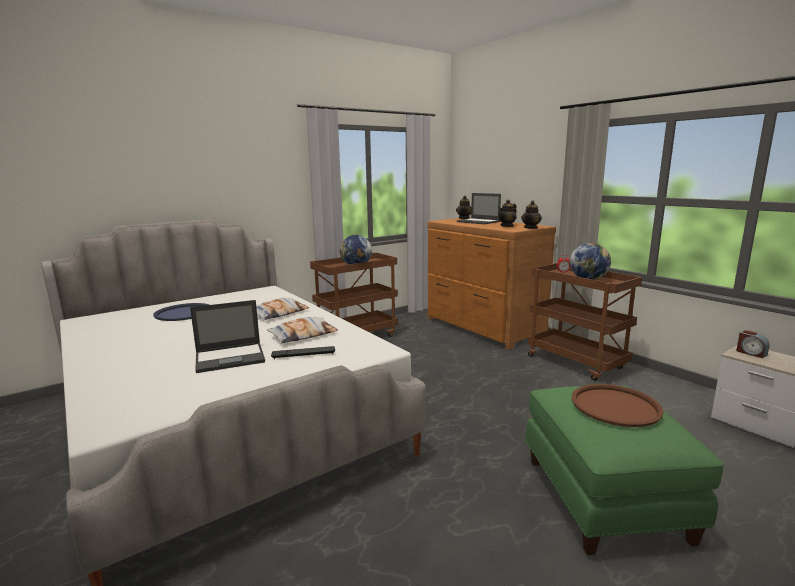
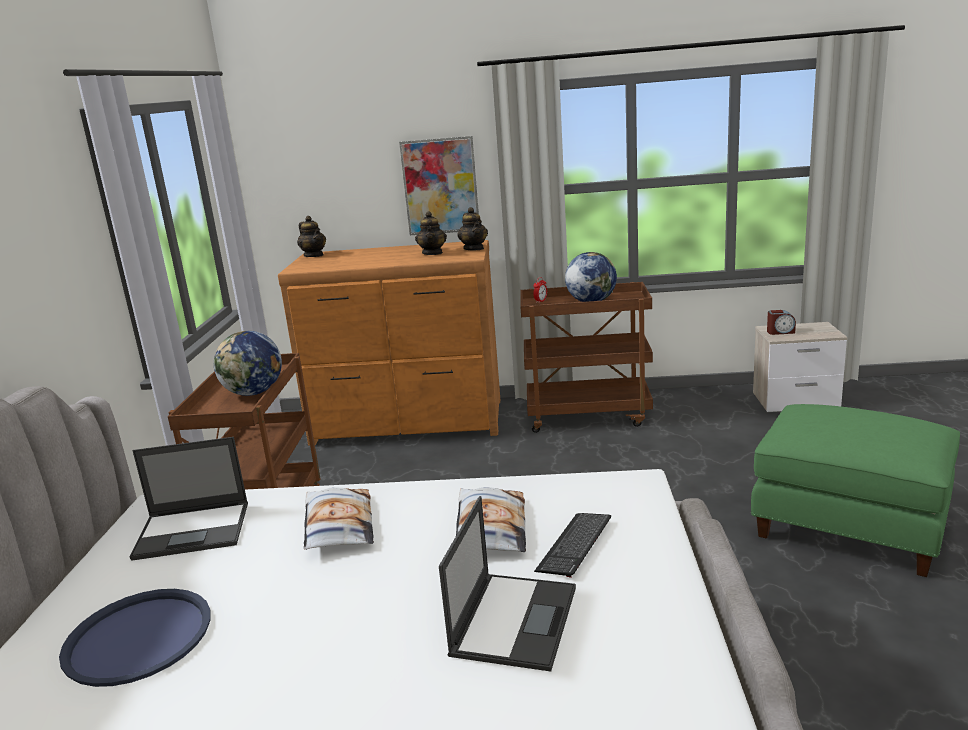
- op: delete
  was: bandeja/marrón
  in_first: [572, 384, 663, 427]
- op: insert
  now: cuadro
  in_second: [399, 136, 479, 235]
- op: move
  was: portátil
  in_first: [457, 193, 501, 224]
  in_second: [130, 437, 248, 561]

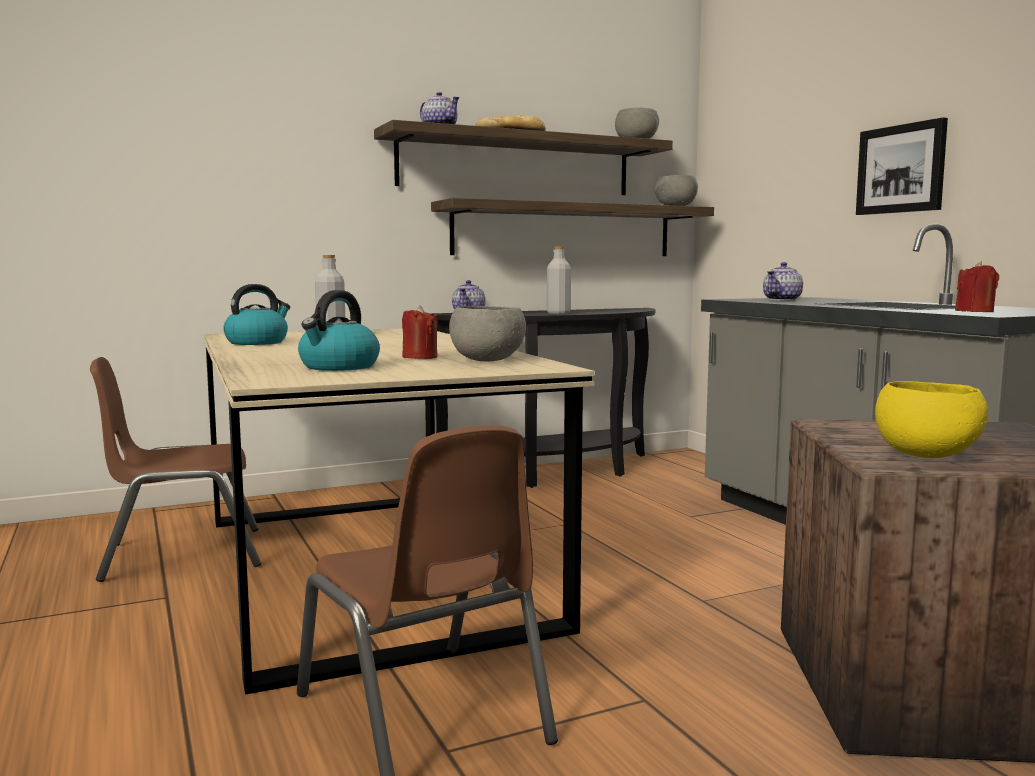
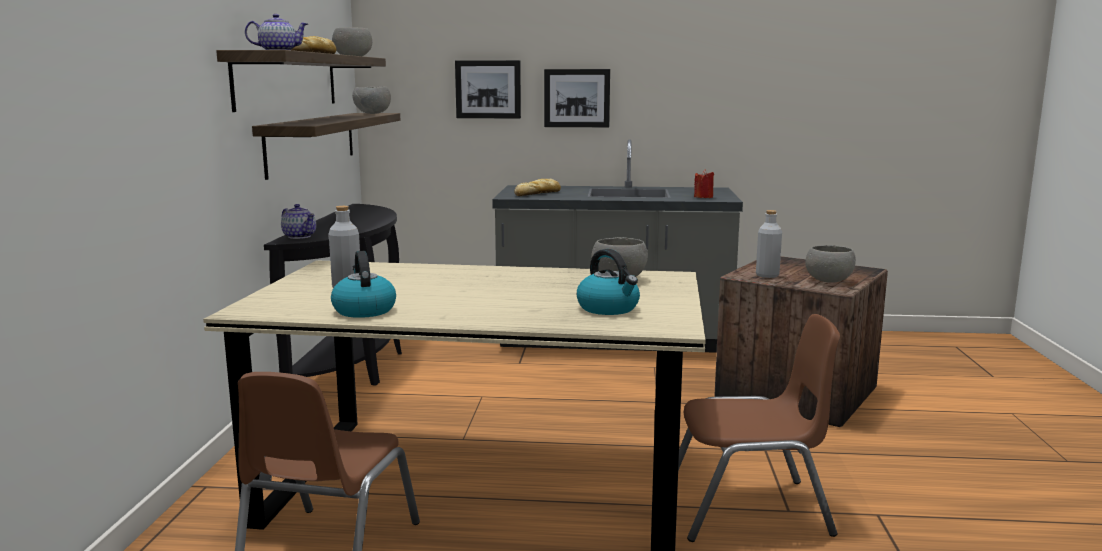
- op: delete
  was: vela/rojo
  in_first: [402, 306, 438, 359]
- op: insert
  now: cuadro
  in_second: [455, 60, 521, 118]
- op: move
  was: botella/gris
  in_first: [547, 247, 571, 314]
  in_second: [756, 210, 782, 278]
- op: replace
  was: tetera
  now: pan
  in_first: [763, 262, 803, 301]
  in_second: [514, 179, 561, 196]
- op: recolor
  was: cuenco/amarillo
  now: cuenco/gris
  in_first: [875, 381, 988, 458]
  in_second: [805, 245, 856, 283]

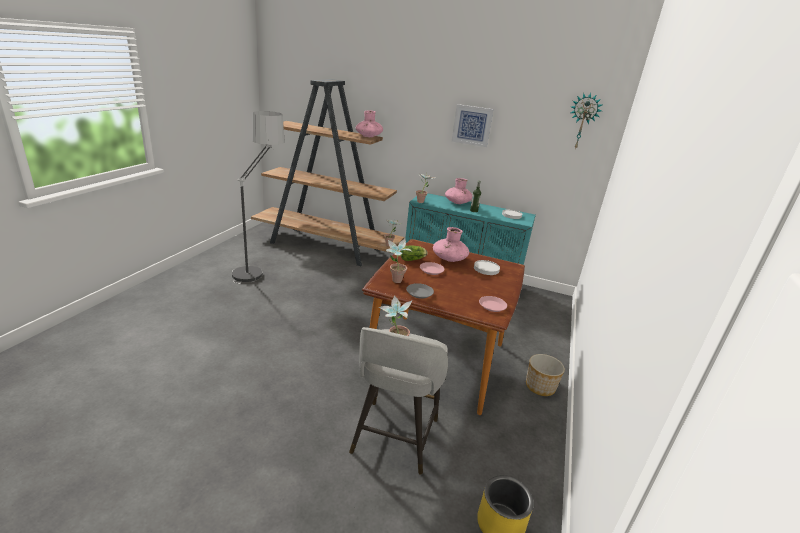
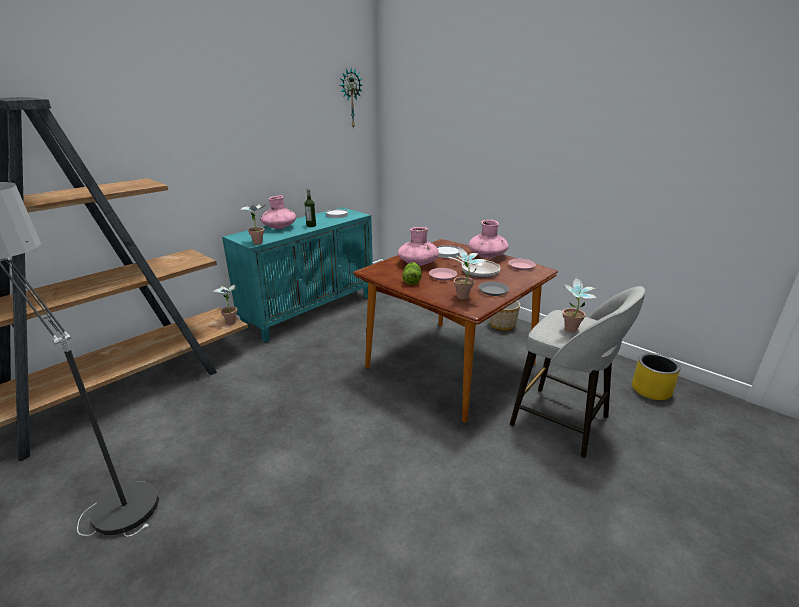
- op: delete
  was: cuadro
  in_first: [452, 104, 493, 147]
- op: insert
  now: sartén
  in_second: [447, 257, 500, 278]
- op: move
  was: florero/rosa
  in_first: [356, 110, 383, 137]
  in_second: [469, 220, 509, 258]

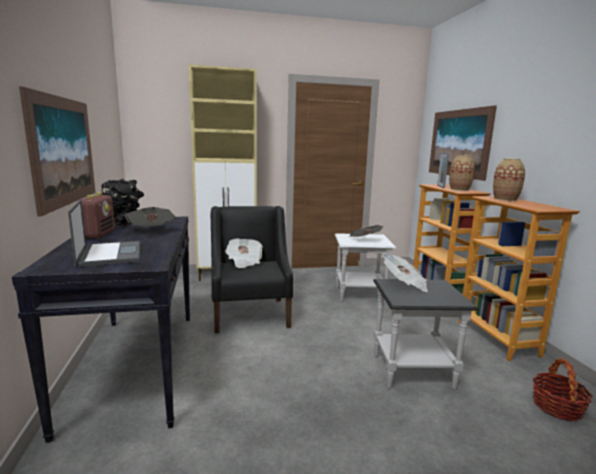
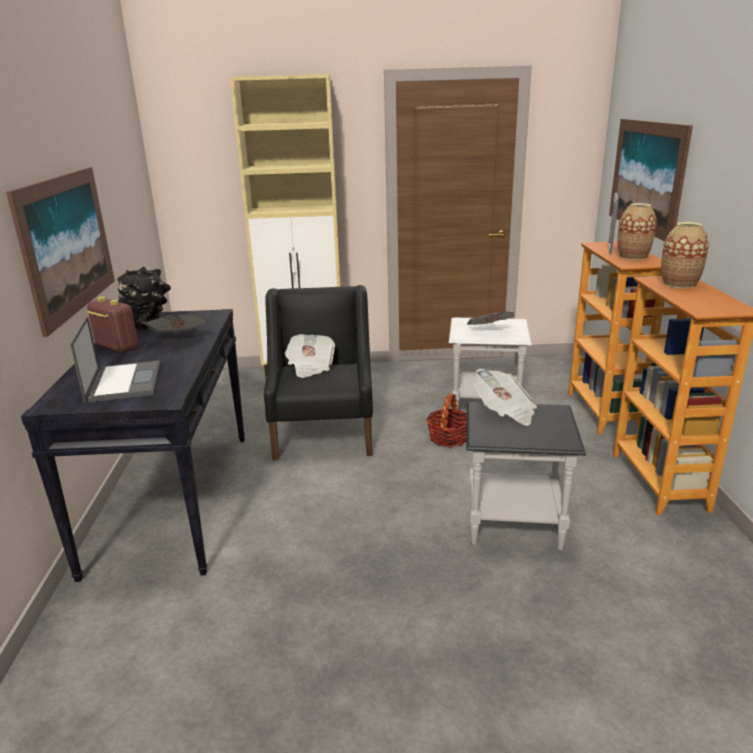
- op: move
  was: cesta
  in_first: [533, 358, 593, 421]
  in_second: [426, 394, 467, 447]
- op: rotate
  was: radio
  in_first: [81, 193, 115, 238]
  in_second: [85, 297, 138, 353]
  clockwise: -60

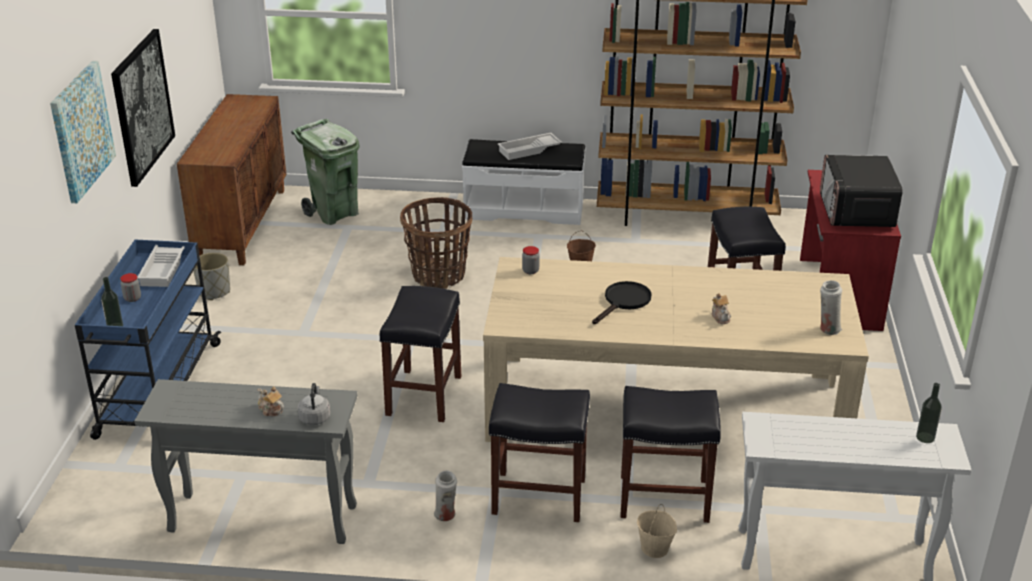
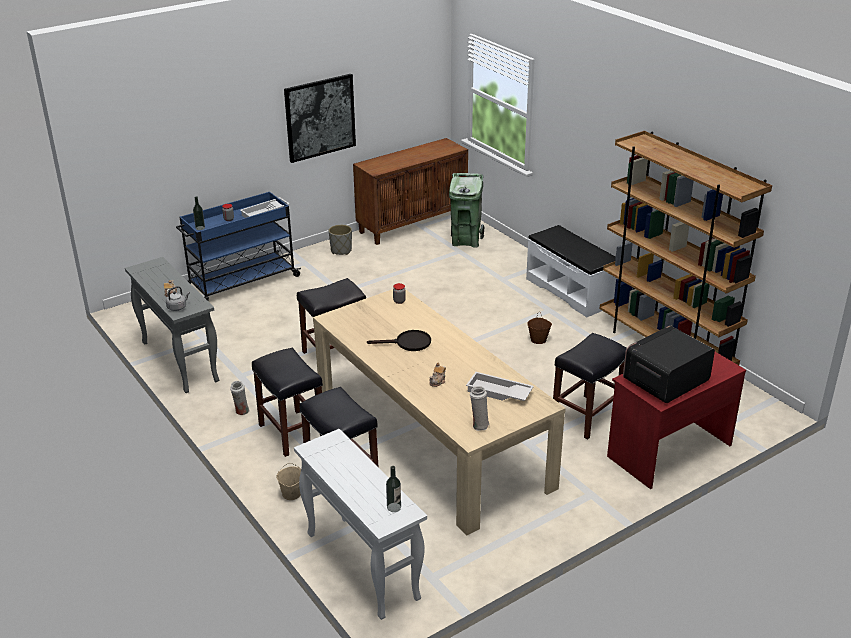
- op: delete
  was: cuadro
  in_first: [50, 61, 116, 203]
- op: delete
  was: cesta
  in_first: [400, 197, 472, 289]
- op: move
  was: bandeja/blanco
  in_first: [498, 133, 562, 160]
  in_second: [466, 372, 534, 401]

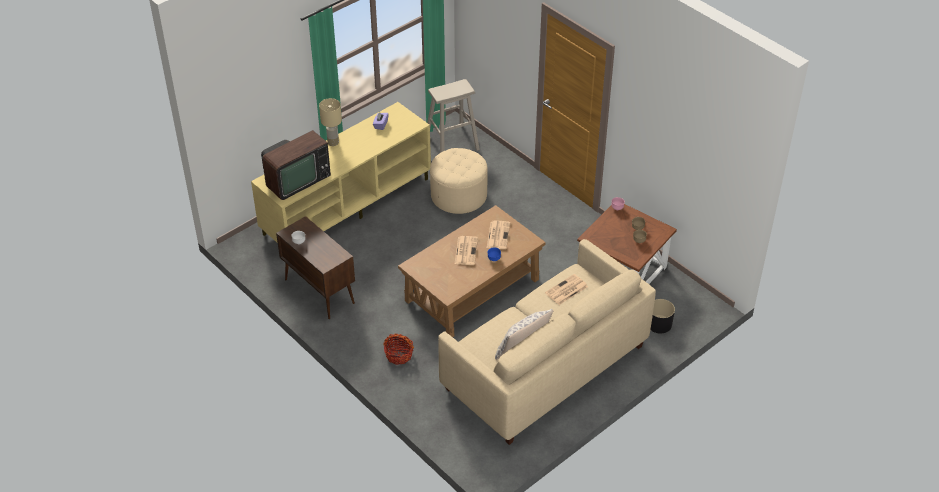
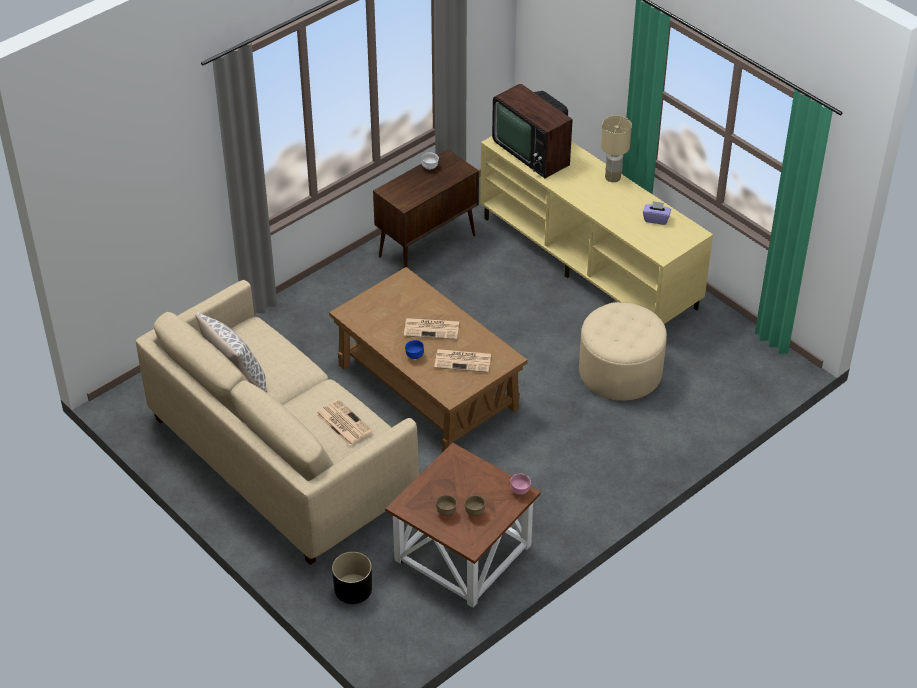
- op: delete
  was: cesta
  in_first: [383, 334, 414, 365]
- op: delete
  was: taburete/beis
  in_first: [427, 79, 480, 153]

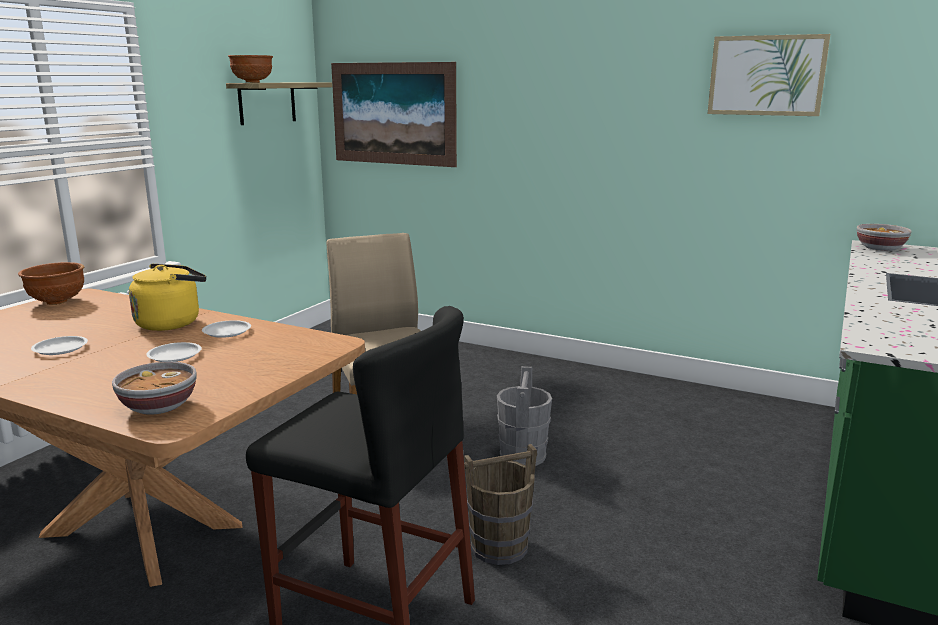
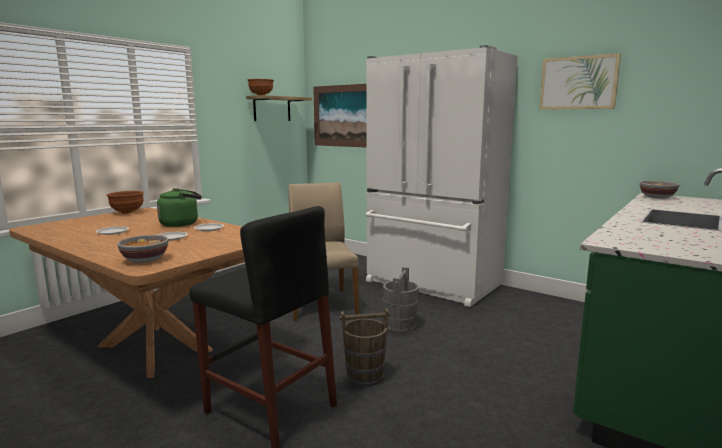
- op: insert
  now: nevera/blanco
  in_second: [366, 45, 518, 307]
- op: recolor
  was: hervidor/amarillo
  now: hervidor/verde
  in_first: [129, 264, 206, 331]
  in_second: [157, 188, 202, 227]

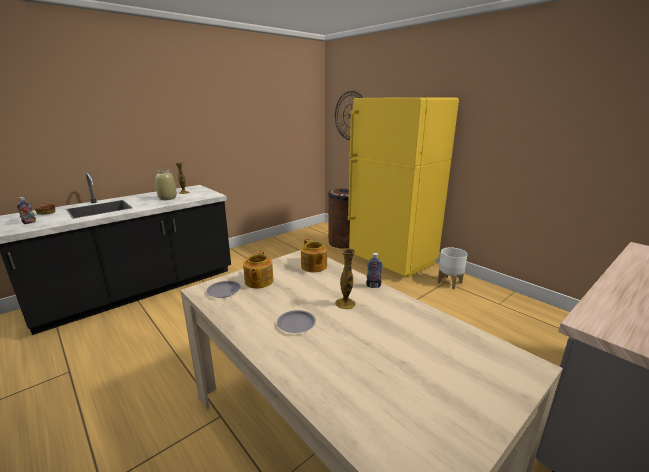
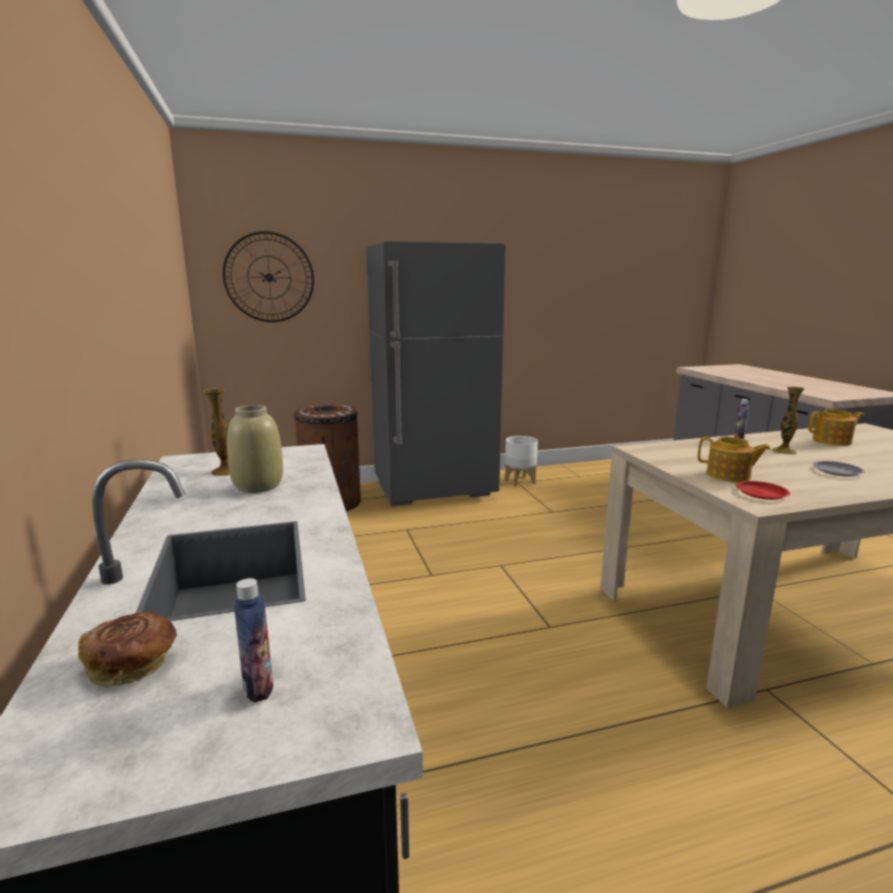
- op: move
  was: tetera
  in_first: [301, 239, 327, 272]
  in_second: [808, 409, 865, 446]
- op: recolor
  was: plato/gris
  now: plato/rojo
  in_first: [206, 281, 241, 298]
  in_second: [736, 481, 790, 500]
- op: recolor
  was: nevera/amarillo
  now: nevera/gris
  in_first: [348, 97, 459, 278]
  in_second: [366, 241, 506, 506]

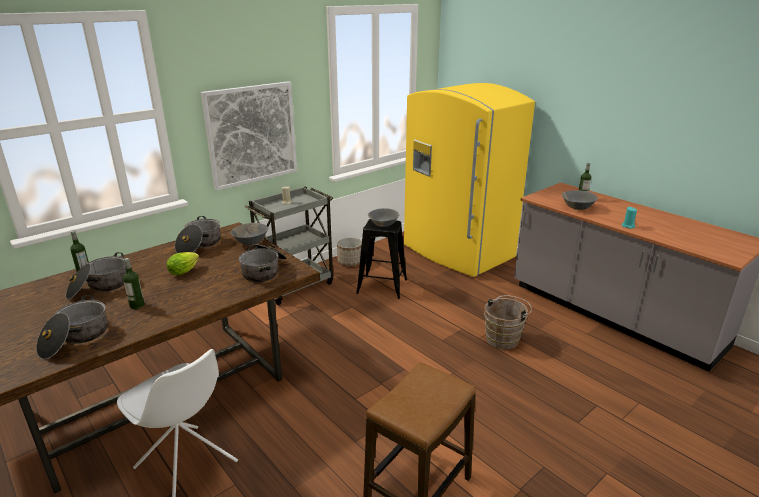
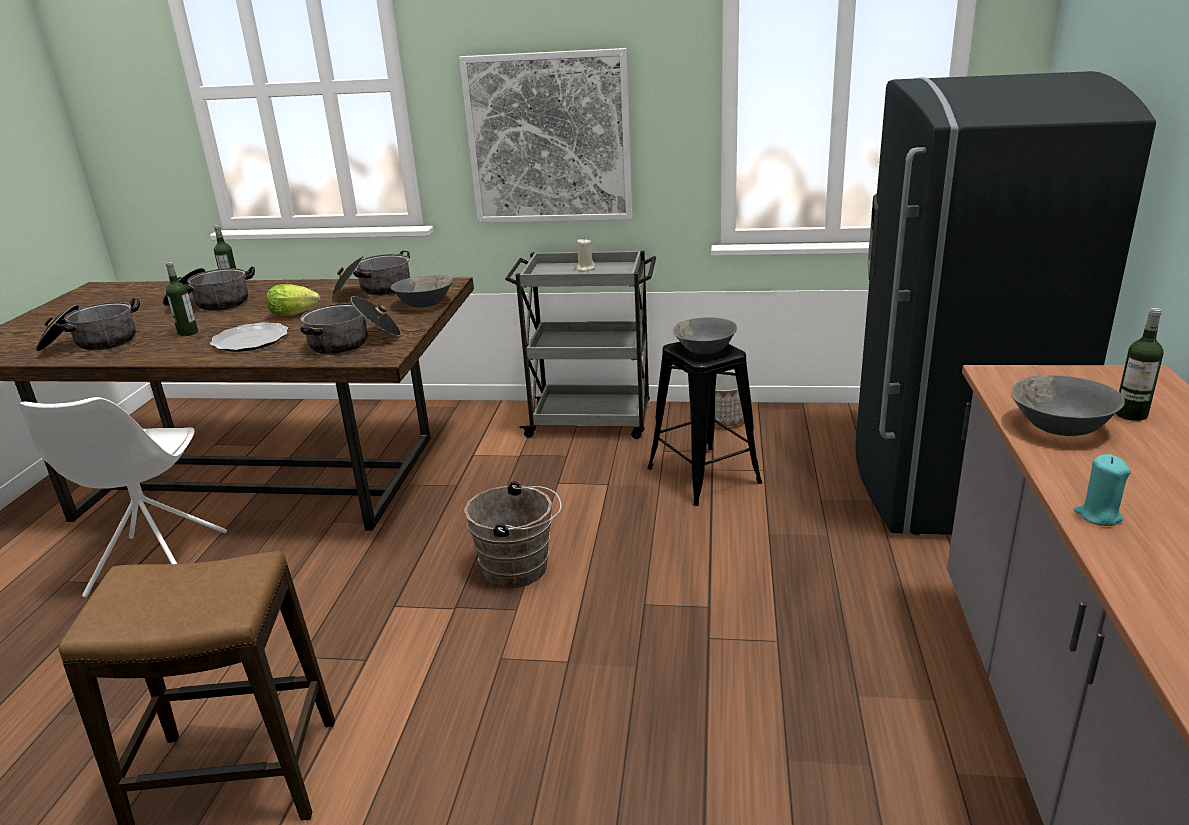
- op: insert
  now: plato
  in_second: [210, 322, 288, 352]
- op: move
  was: cubo/marrón
  in_first: [484, 295, 532, 350]
  in_second: [464, 481, 562, 588]
- op: recolor
  was: nevera/amarillo
  now: nevera/gris
  in_first: [404, 83, 535, 277]
  in_second: [855, 71, 1156, 535]

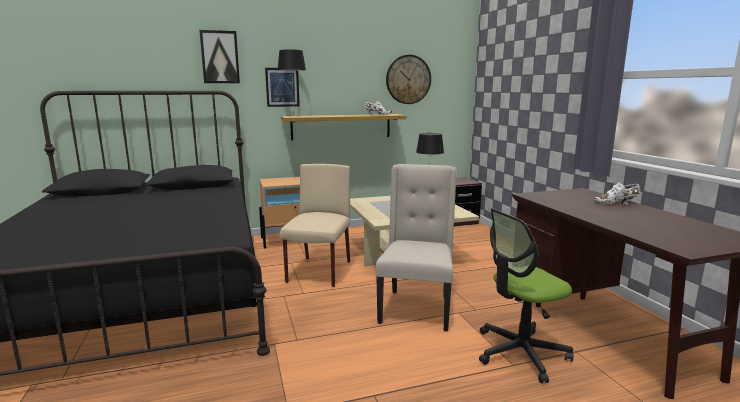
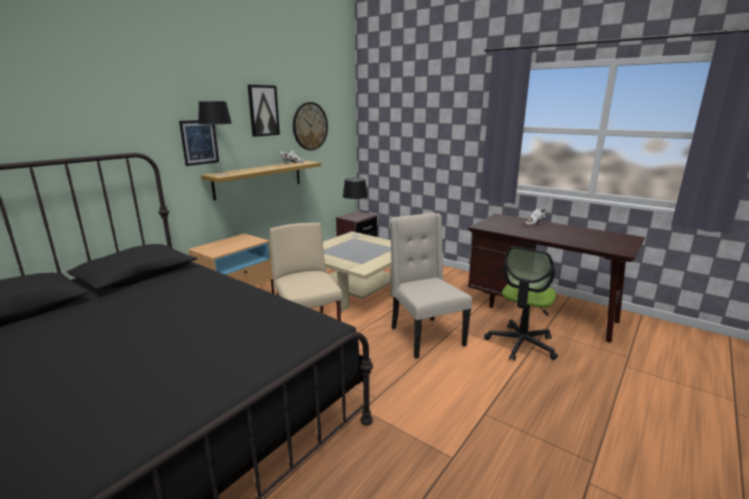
- op: move
  was: cuadro
  in_first: [199, 30, 240, 83]
  in_second: [248, 85, 280, 137]

